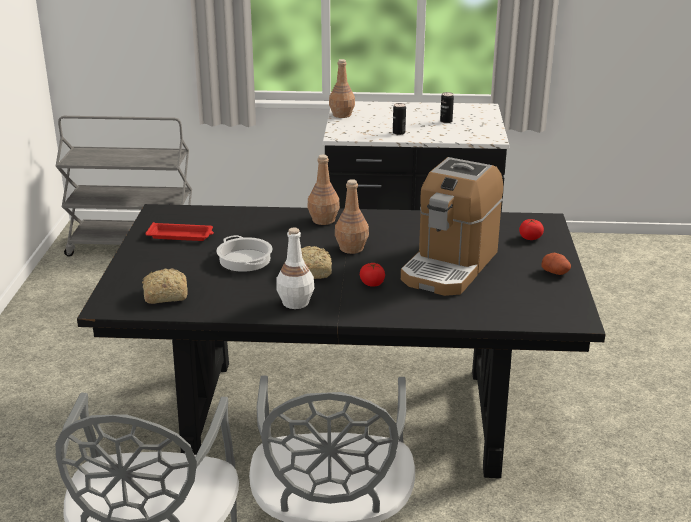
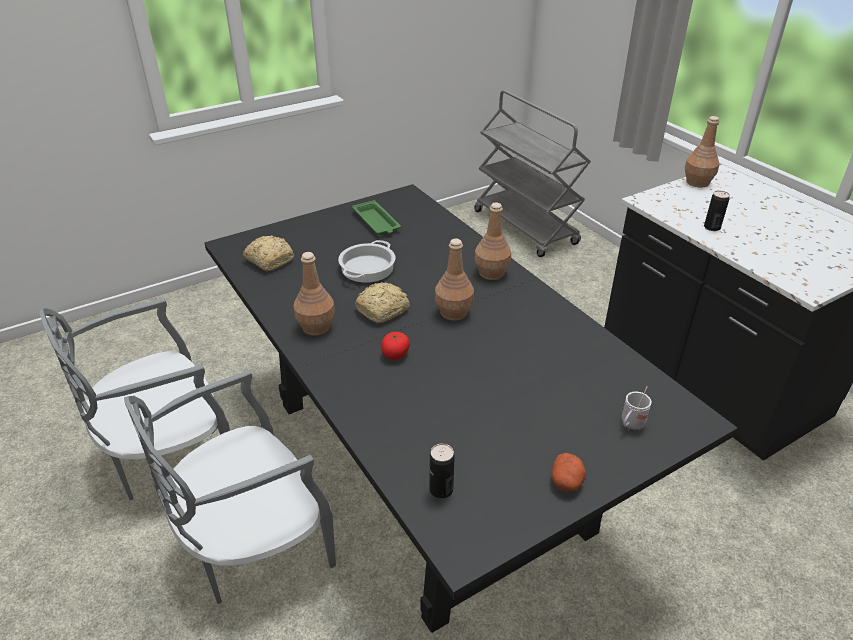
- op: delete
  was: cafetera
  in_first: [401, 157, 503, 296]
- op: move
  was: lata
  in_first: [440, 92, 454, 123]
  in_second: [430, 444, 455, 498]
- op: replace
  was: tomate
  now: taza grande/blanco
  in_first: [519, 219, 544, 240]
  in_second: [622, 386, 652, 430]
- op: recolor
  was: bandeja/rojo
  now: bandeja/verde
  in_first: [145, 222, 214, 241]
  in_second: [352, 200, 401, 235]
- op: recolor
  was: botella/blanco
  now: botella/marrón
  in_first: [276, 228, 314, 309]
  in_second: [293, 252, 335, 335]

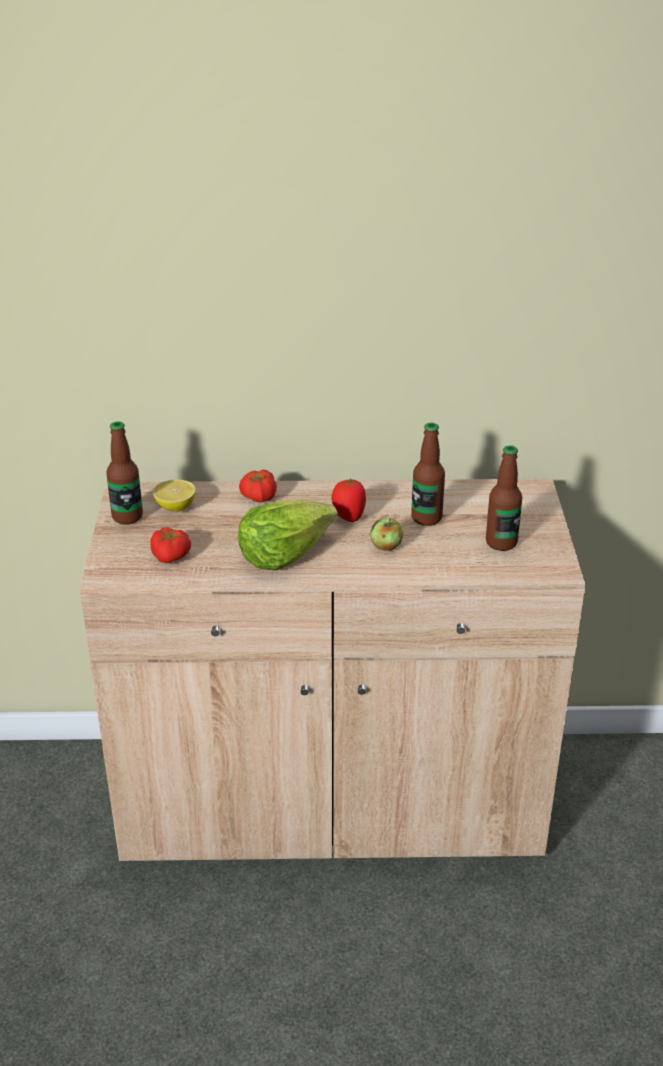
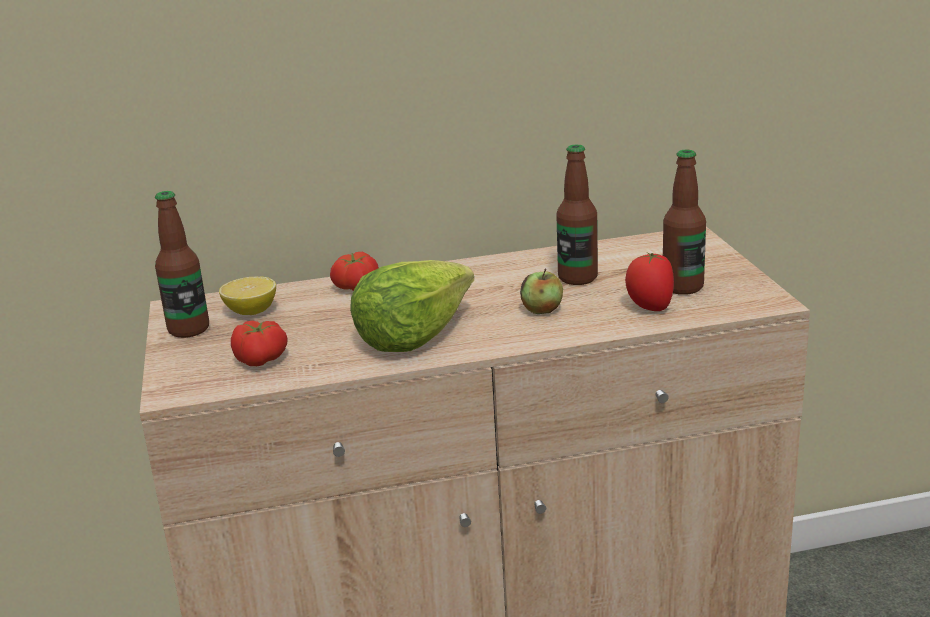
- op: move
  was: tomate
  in_first: [331, 478, 366, 522]
  in_second: [625, 253, 674, 311]

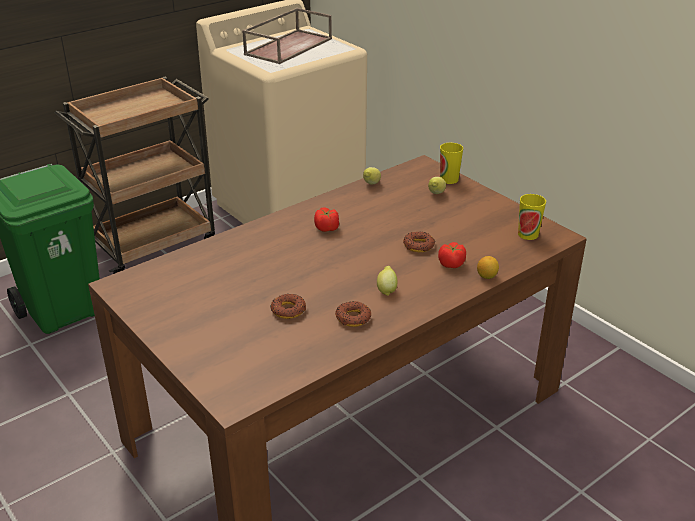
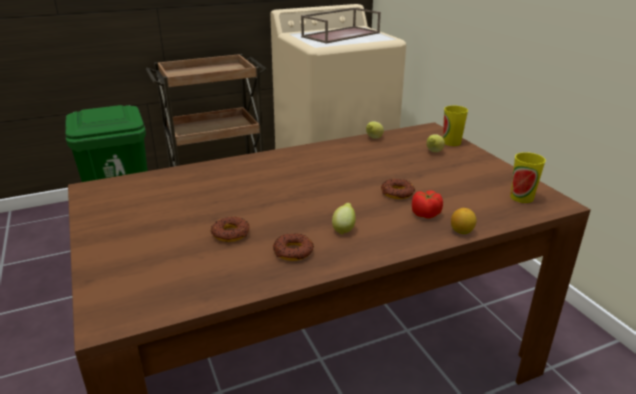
- op: delete
  was: tomate
  in_first: [314, 207, 339, 232]

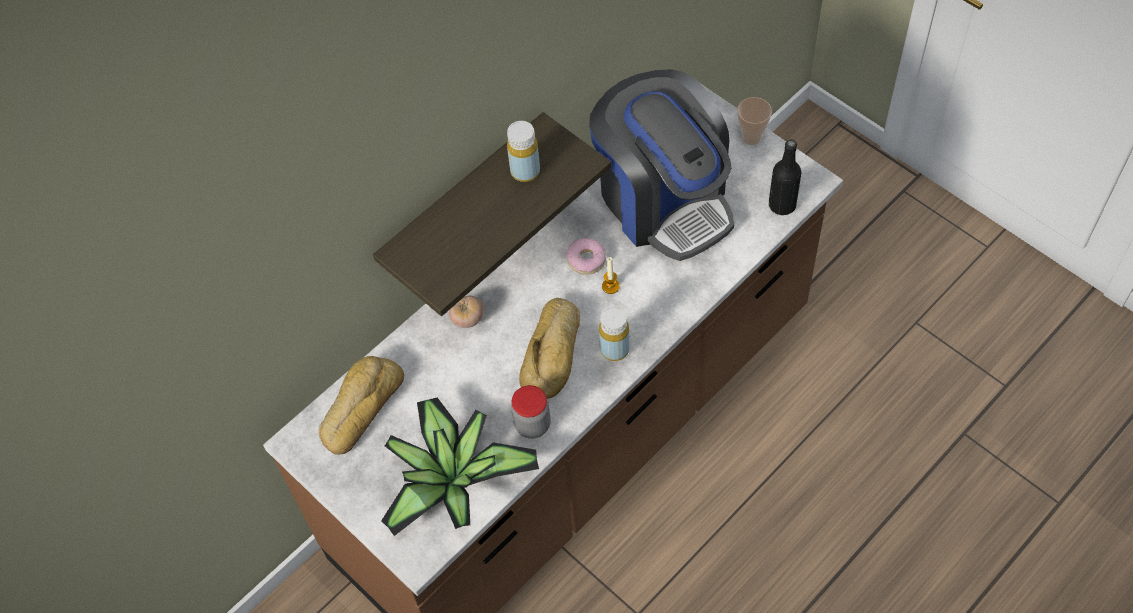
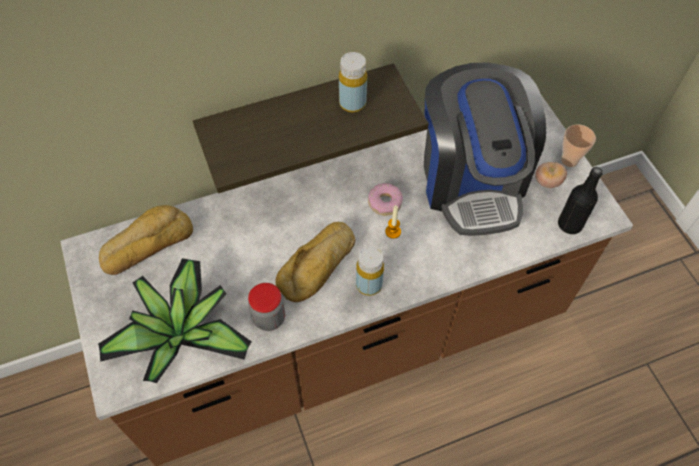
- op: move
  was: tomate
  in_first: [449, 296, 484, 328]
  in_second: [535, 162, 567, 188]

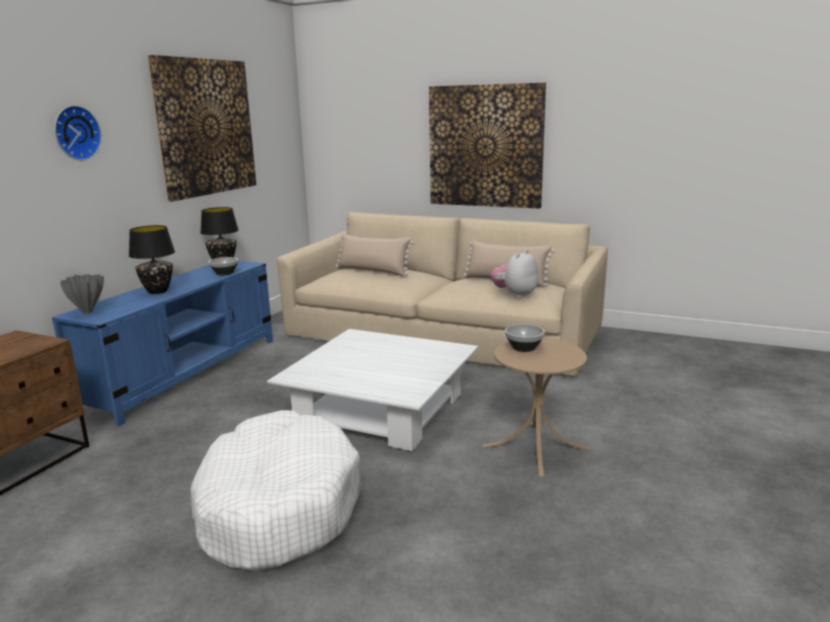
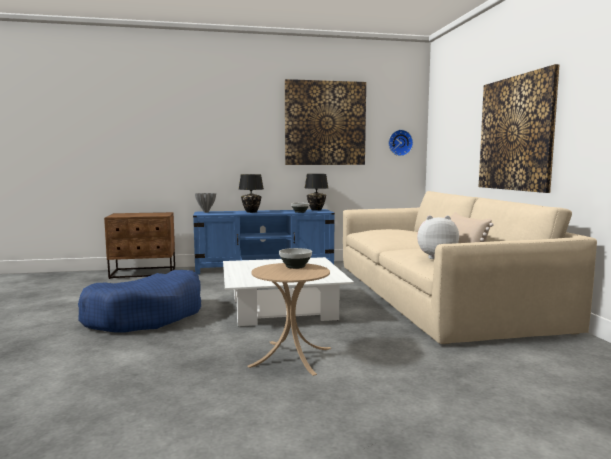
- op: delete
  was: cojín/beis
  in_first: [336, 233, 414, 276]
- op: move
  was: reloj de pared
  in_first: [54, 105, 102, 161]
  in_second: [388, 130, 413, 156]
- op: recolor
  was: cama para perro/blanco
  now: cama para perro/azul
  in_first: [191, 410, 361, 572]
  in_second: [78, 270, 201, 333]

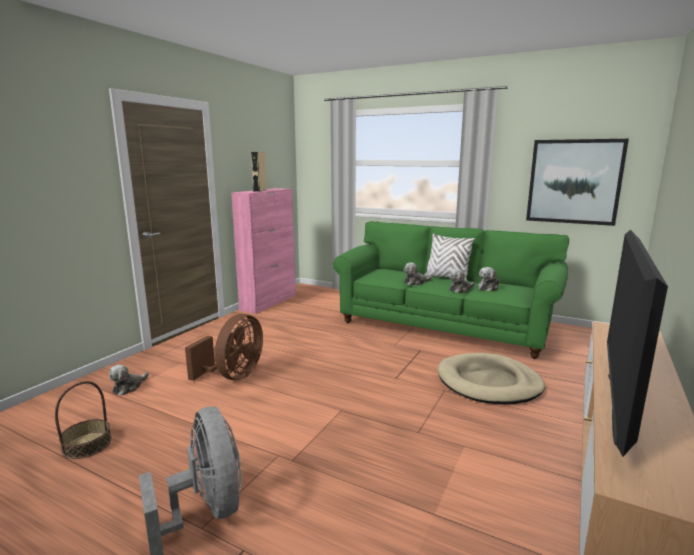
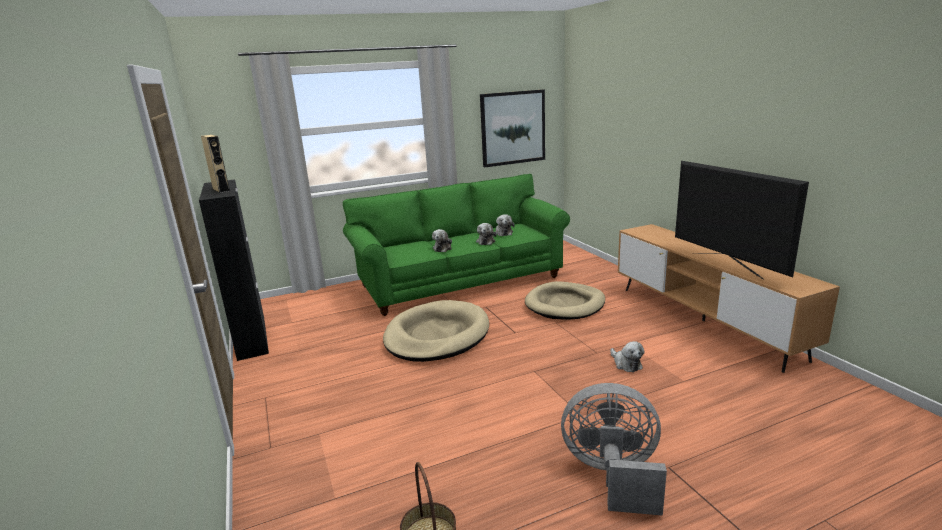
- op: delete
  was: ventilador/marrón
  in_first: [185, 314, 263, 381]
- op: delete
  was: cojín/blanco
  in_first: [424, 233, 475, 280]
- op: insert
  now: cama para perro/beis
  in_second: [383, 300, 489, 362]
- op: move
  was: peluche
  in_first: [109, 365, 149, 395]
  in_second: [610, 341, 645, 372]
- op: recolor
  was: armario/rosa
  now: armario/negro
  in_first: [231, 188, 296, 314]
  in_second: [199, 180, 269, 361]

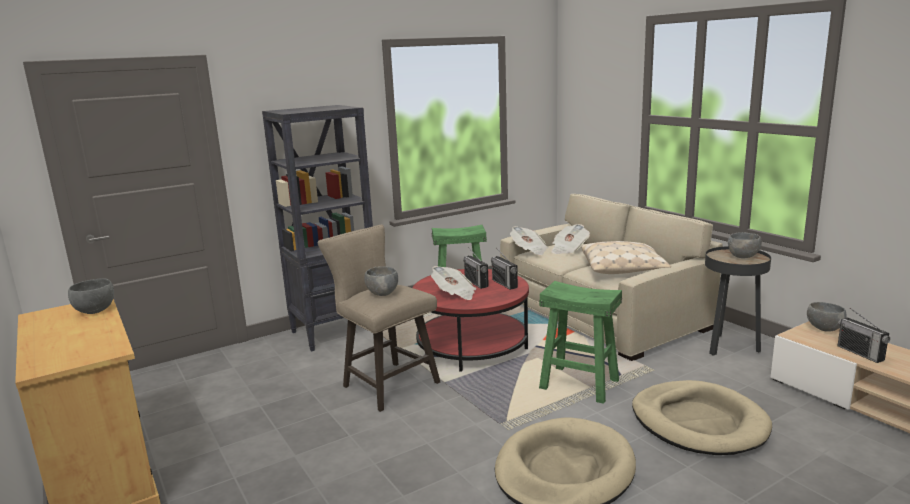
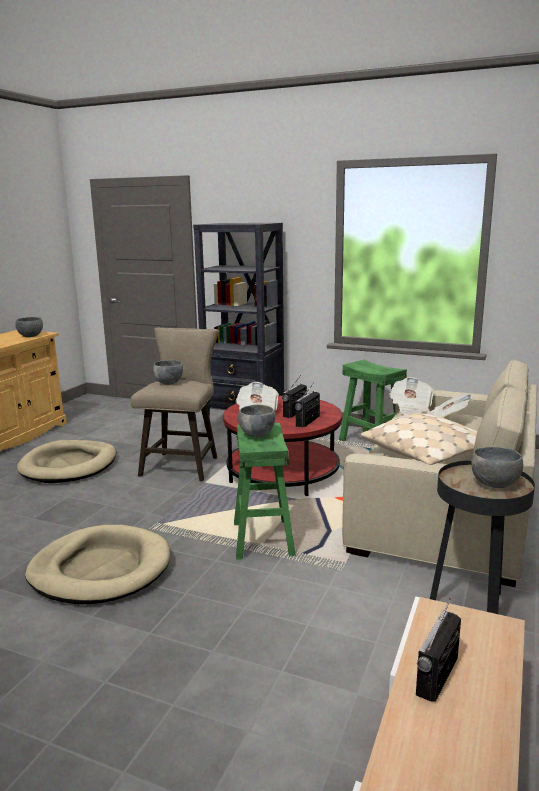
- op: move
  was: cama para perro/beis
  in_first: [632, 380, 772, 455]
  in_second: [17, 440, 116, 483]
- op: move
  was: cuenco/gris
  in_first: [807, 302, 846, 332]
  in_second: [238, 404, 275, 437]

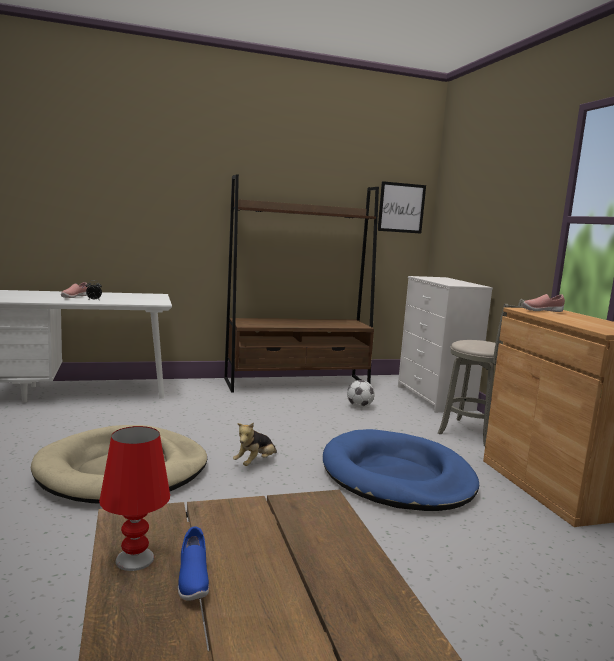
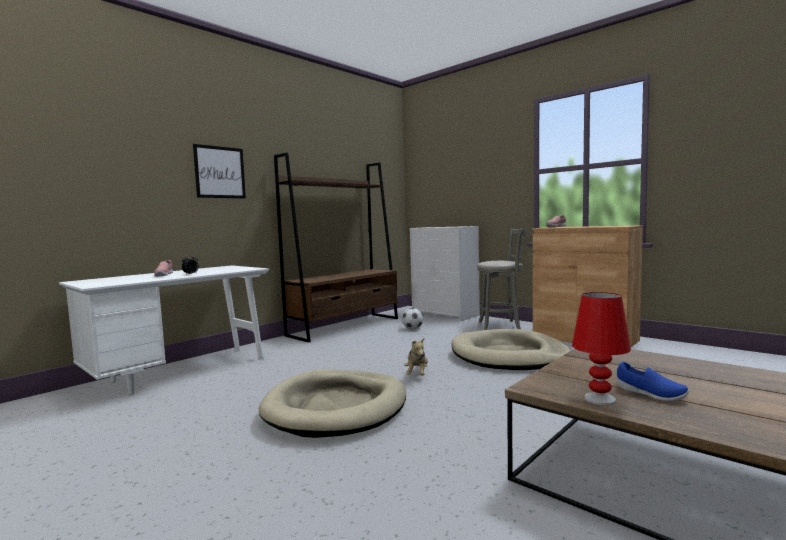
- op: move
  was: cuadro
  in_first: [378, 181, 426, 234]
  in_second: [193, 144, 246, 199]
- op: recolor
  was: cama para perro/azul
  now: cama para perro/beis
  in_first: [323, 429, 479, 511]
  in_second: [452, 329, 571, 370]

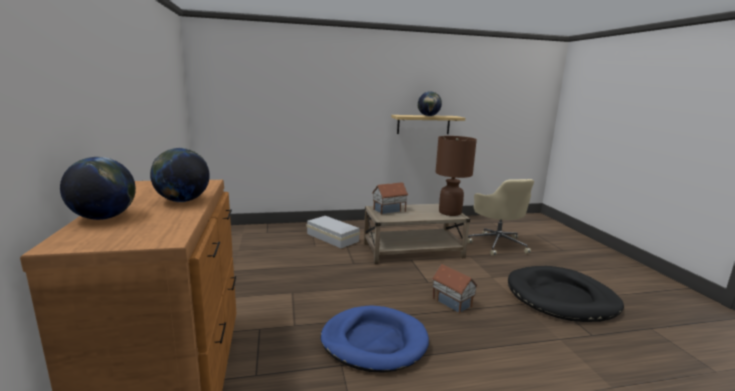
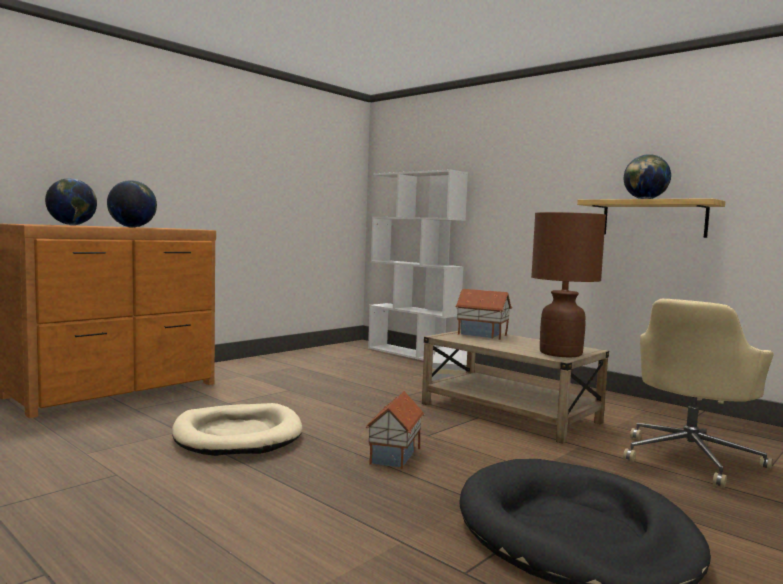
- op: insert
  now: estantería/blanco
  in_second: [368, 169, 468, 360]
- op: recolor
  was: cama para perro/azul
  now: cama para perro/beis
  in_first: [321, 305, 429, 373]
  in_second: [172, 403, 302, 456]

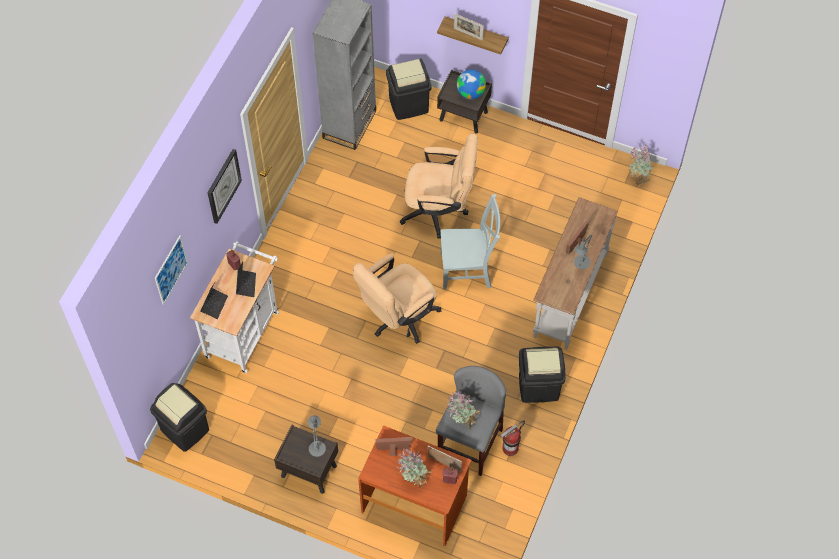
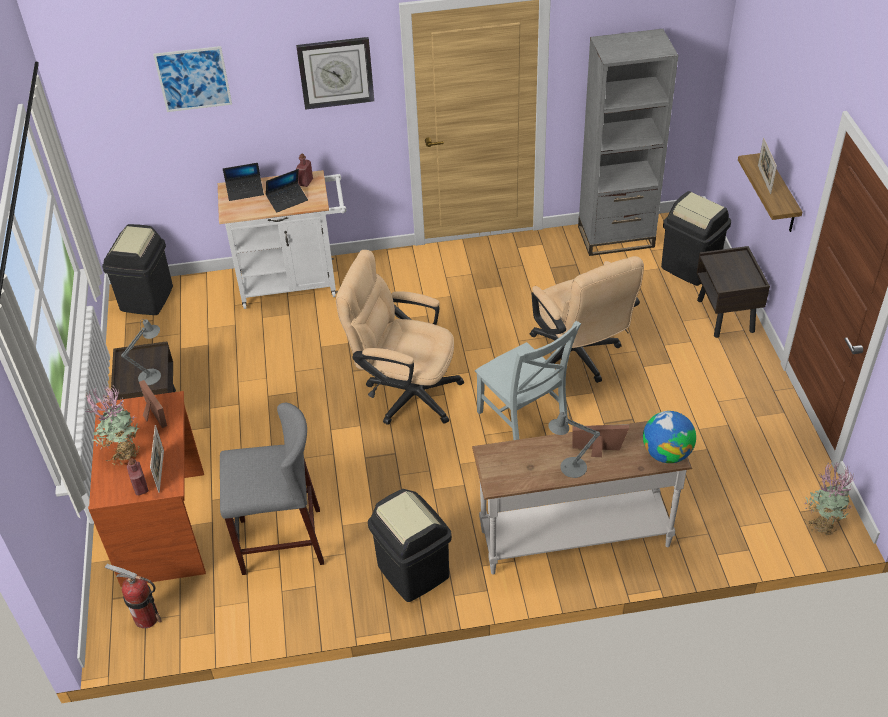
- op: delete
  was: planta en maceta
  in_first: [448, 392, 482, 431]
- op: move
  was: globo terráqueo
  in_first: [456, 69, 486, 99]
  in_second: [643, 411, 696, 463]
- op: move
  was: extintor
  in_first: [501, 420, 525, 456]
  in_second: [105, 564, 162, 628]

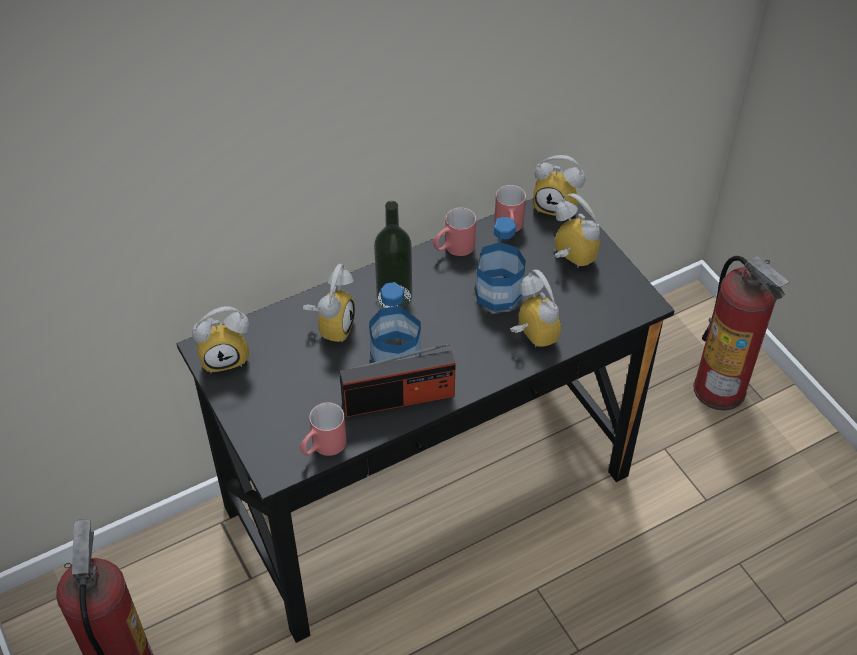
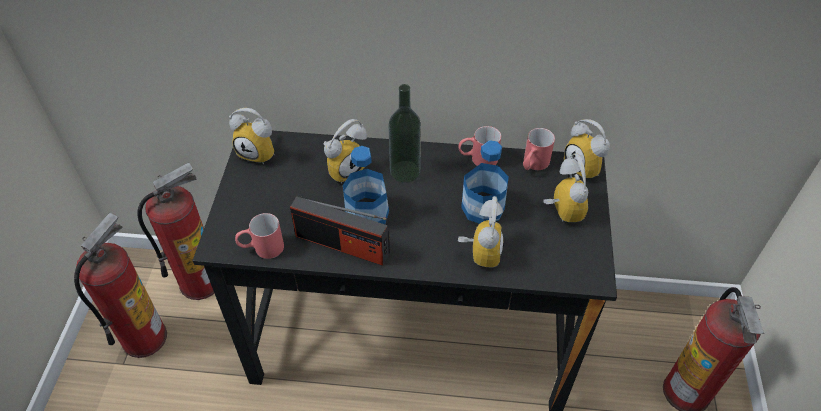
- op: insert
  now: extintor
  in_second: [137, 162, 214, 300]

